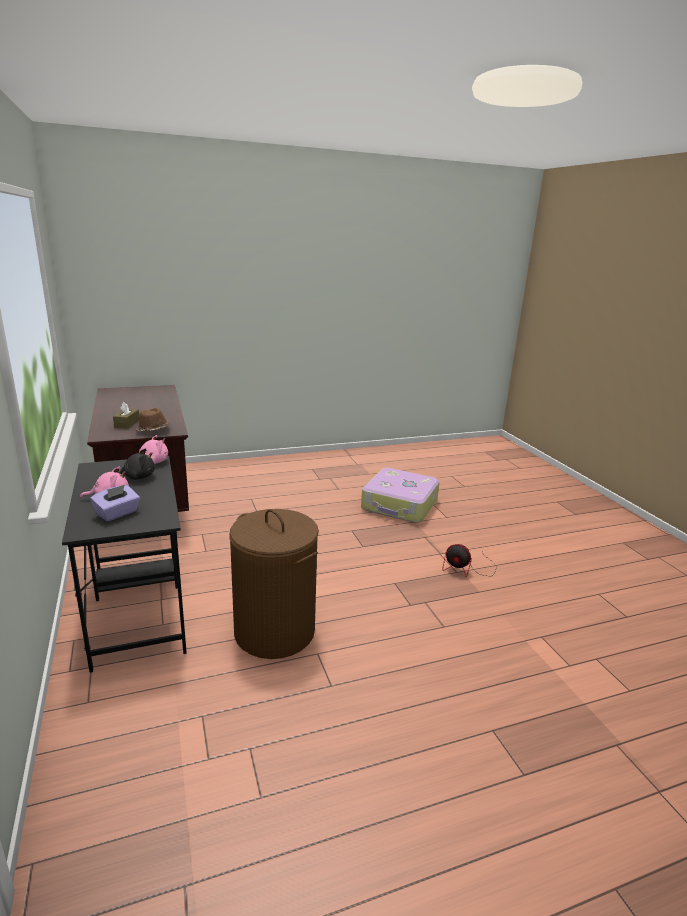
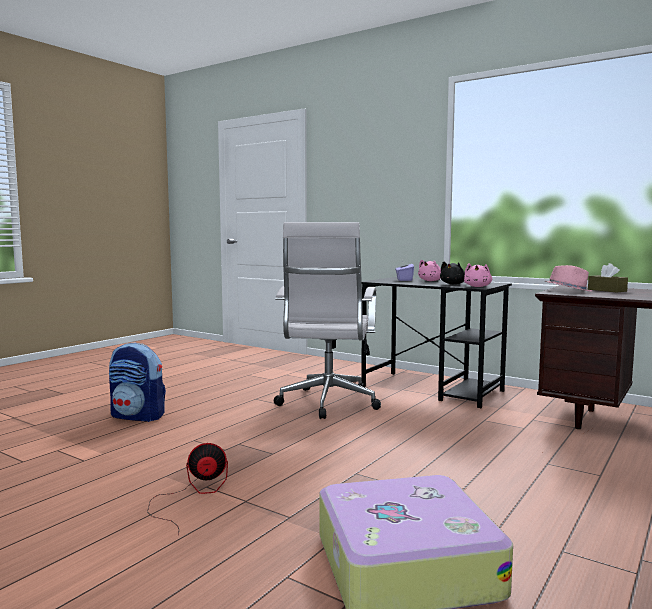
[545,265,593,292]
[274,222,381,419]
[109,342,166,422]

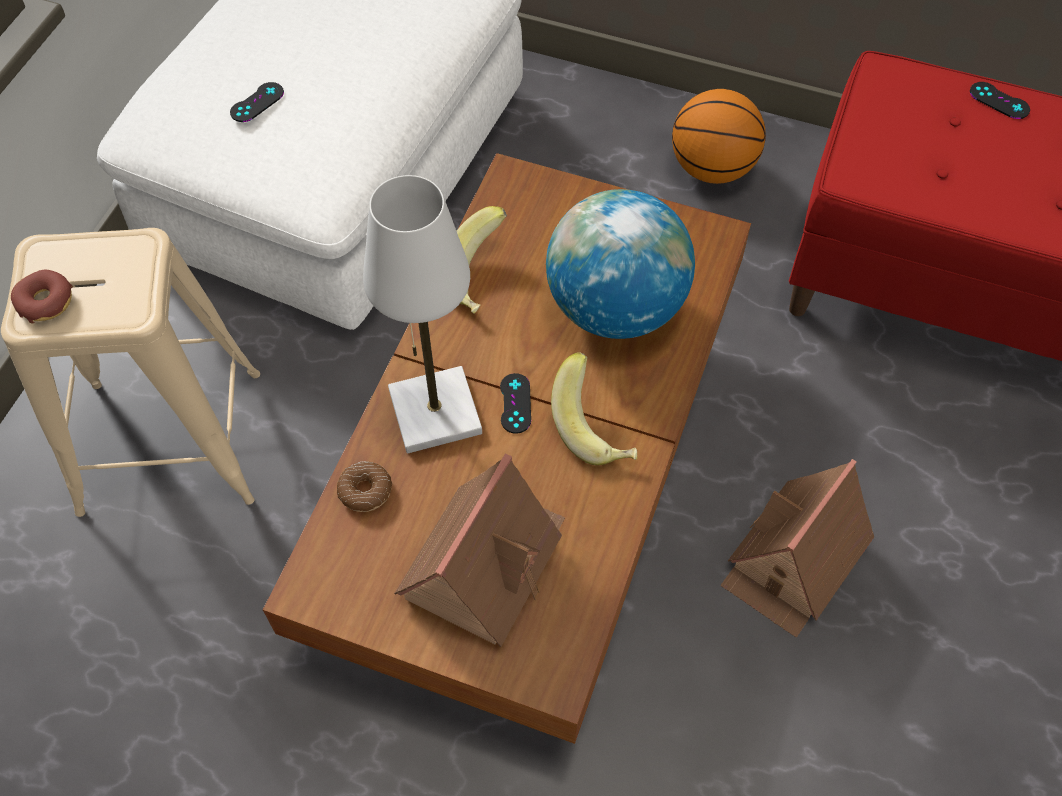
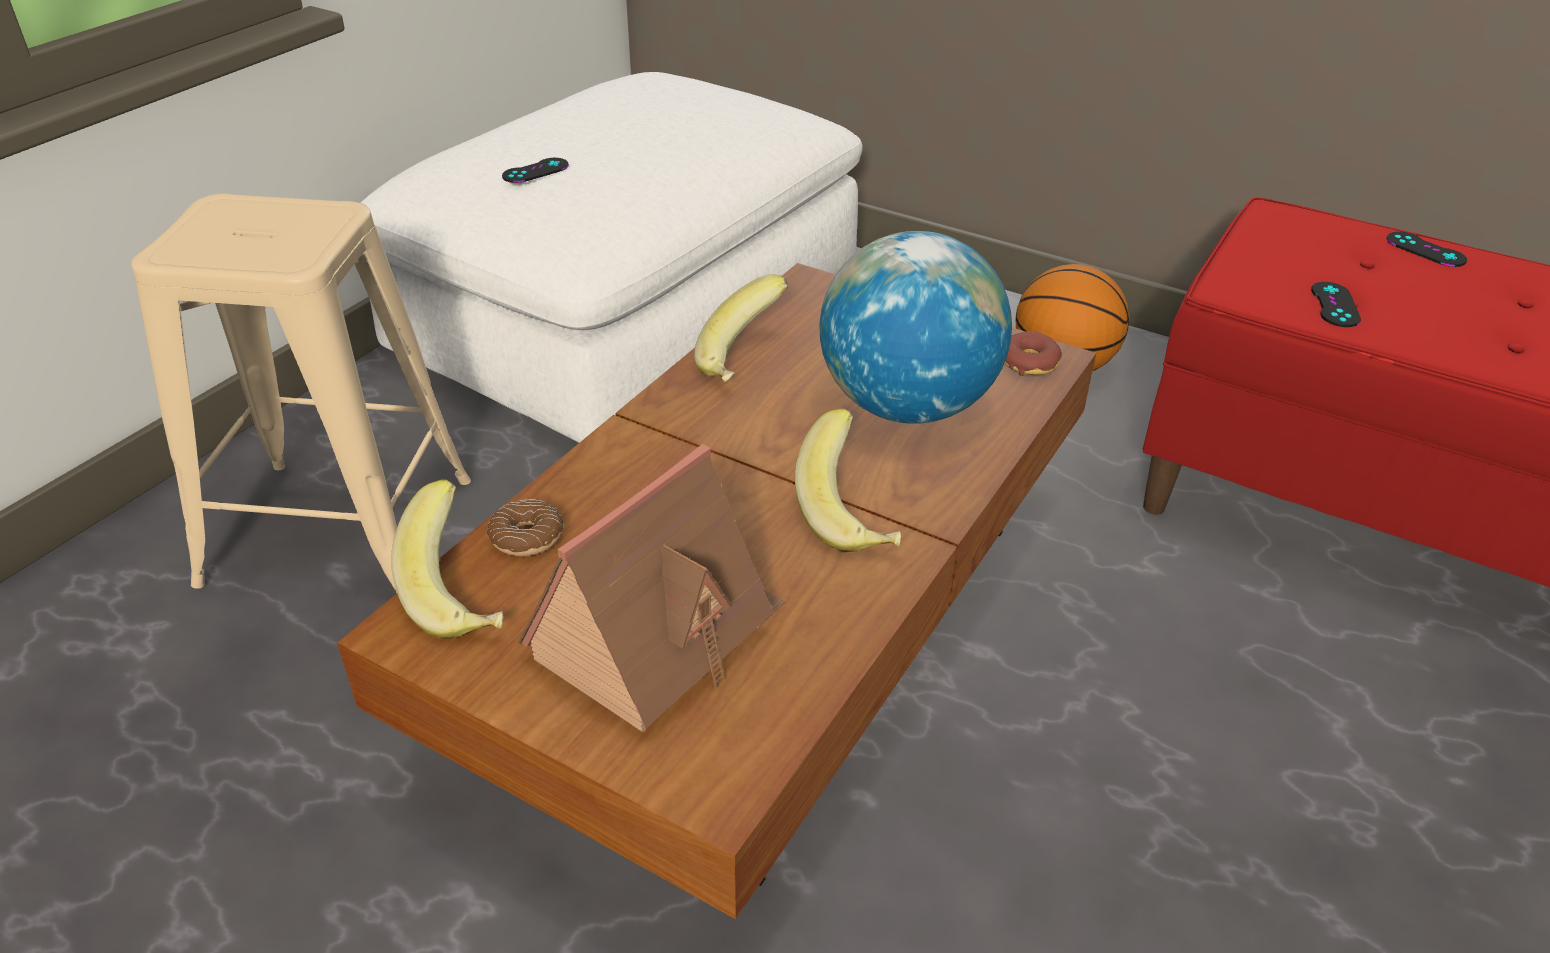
[1005,331,1062,376]
[363,175,482,453] (first image)
[1311,282,1361,327]
[720,459,874,638] (first image)
[391,479,503,639]

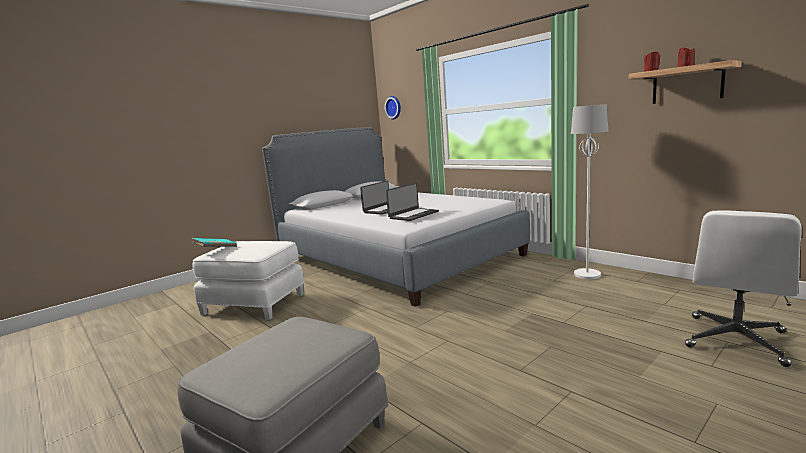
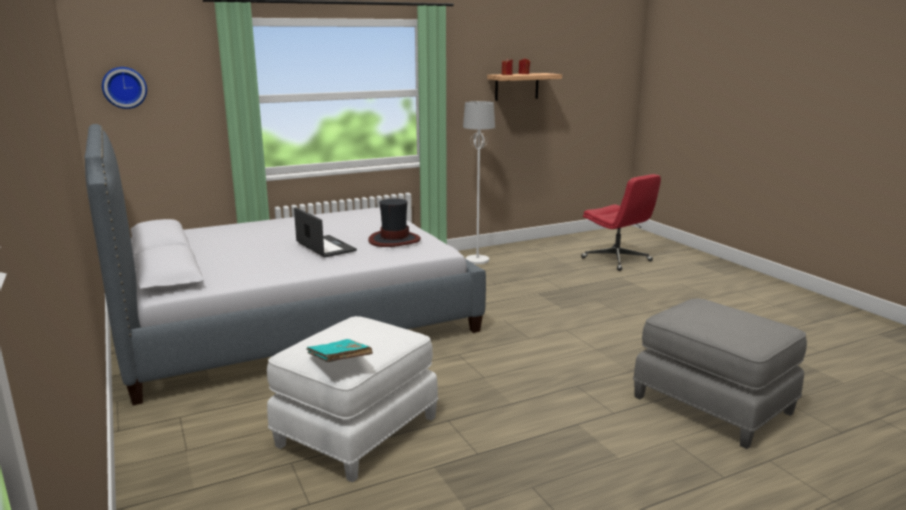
[368,199,421,247]
[581,174,661,271]

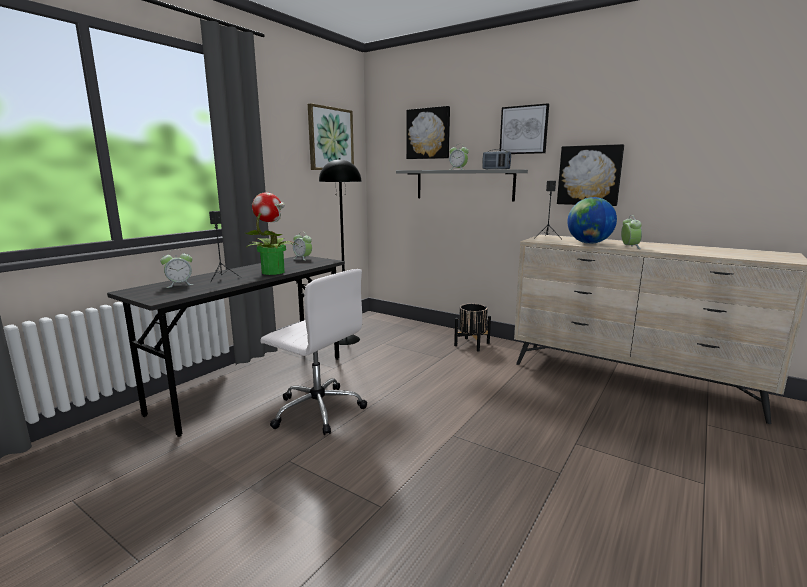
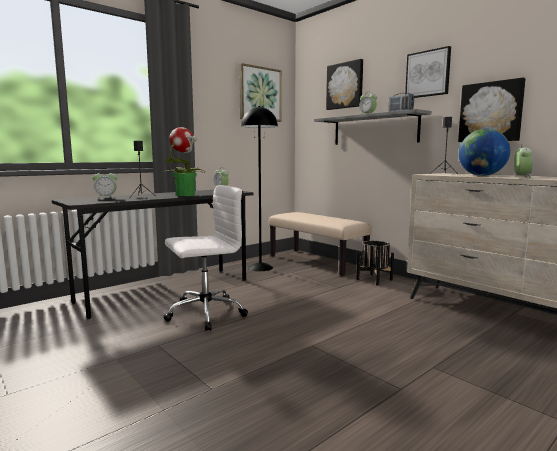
[163,185,248,331]
[269,212,372,276]

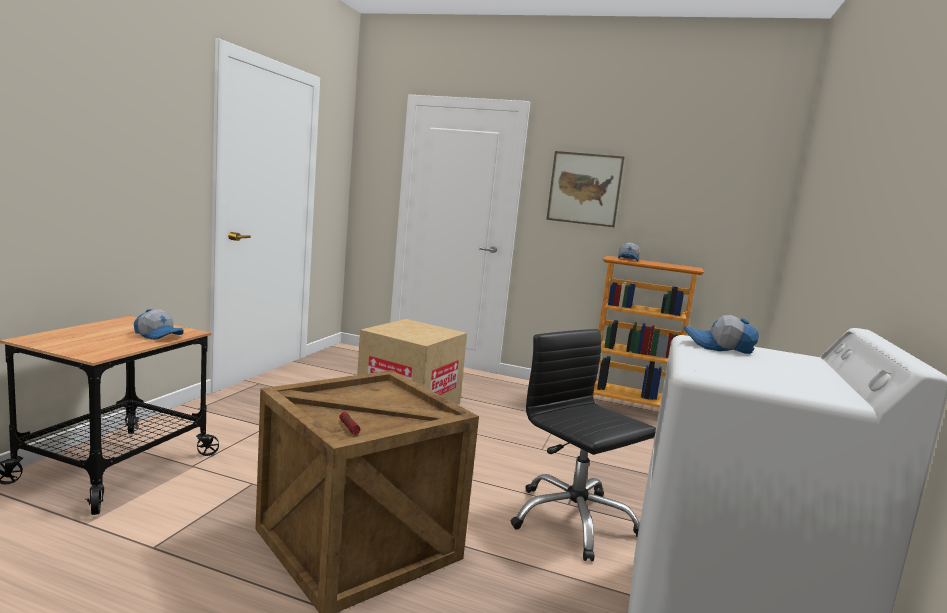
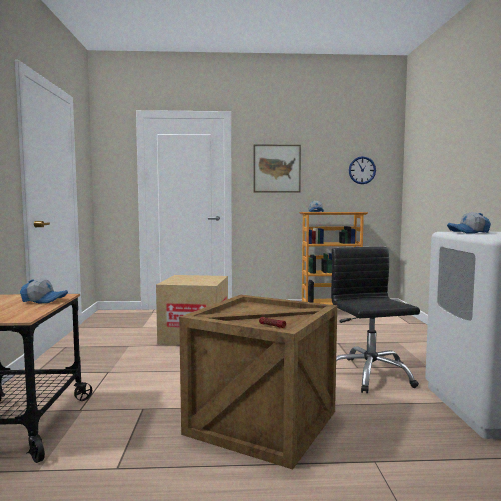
[331,247,420,394]
[349,156,376,184]

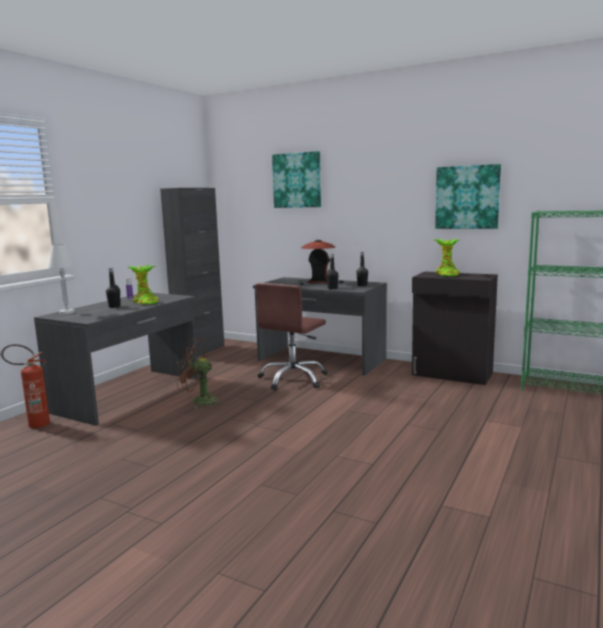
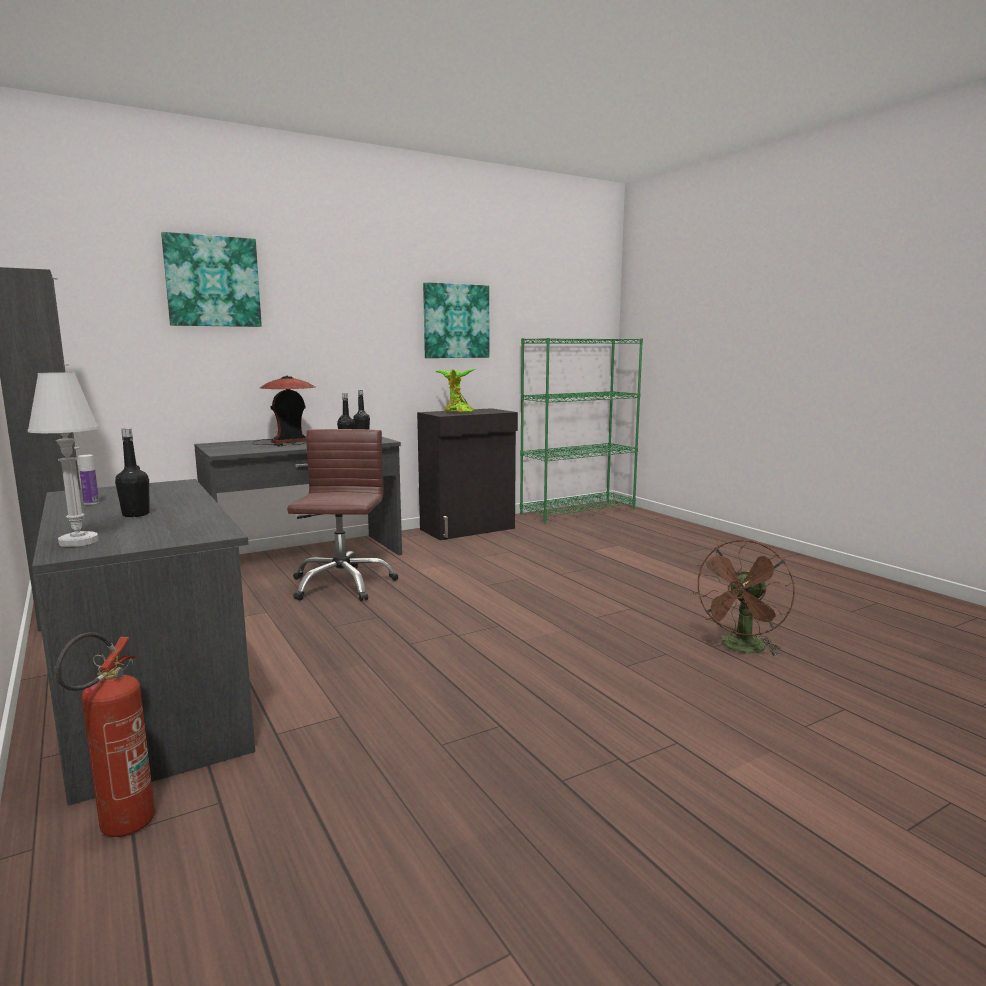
[128,265,158,304] (first image)
[693,540,795,657]
[287,429,398,601]

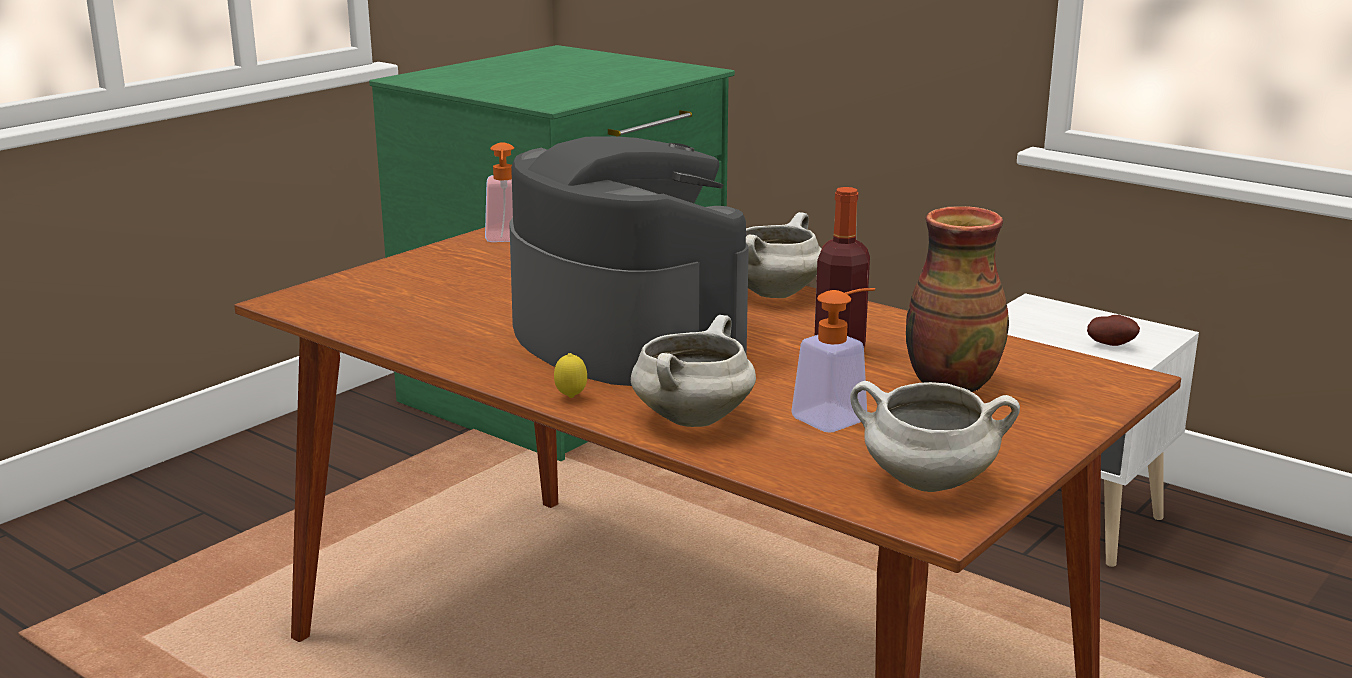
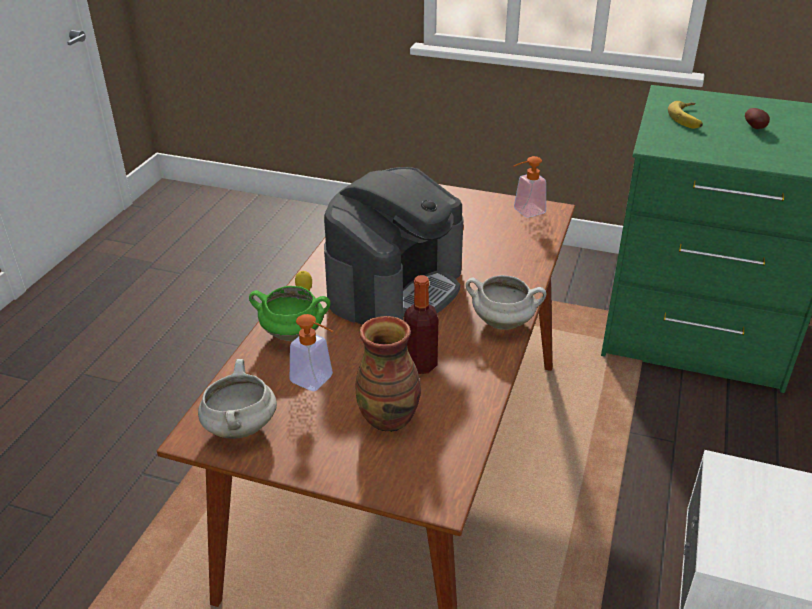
[249,286,330,341]
[745,108,770,129]
[668,101,703,129]

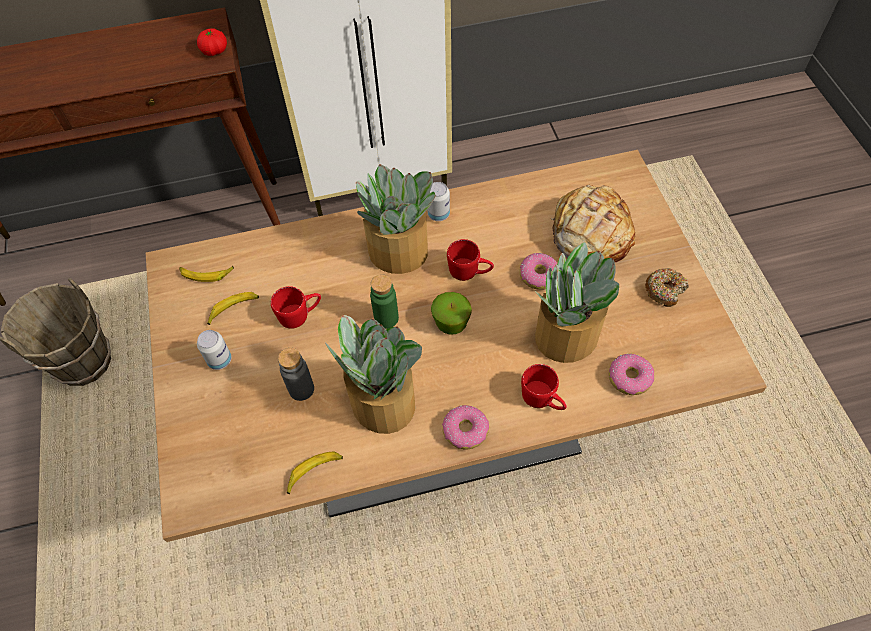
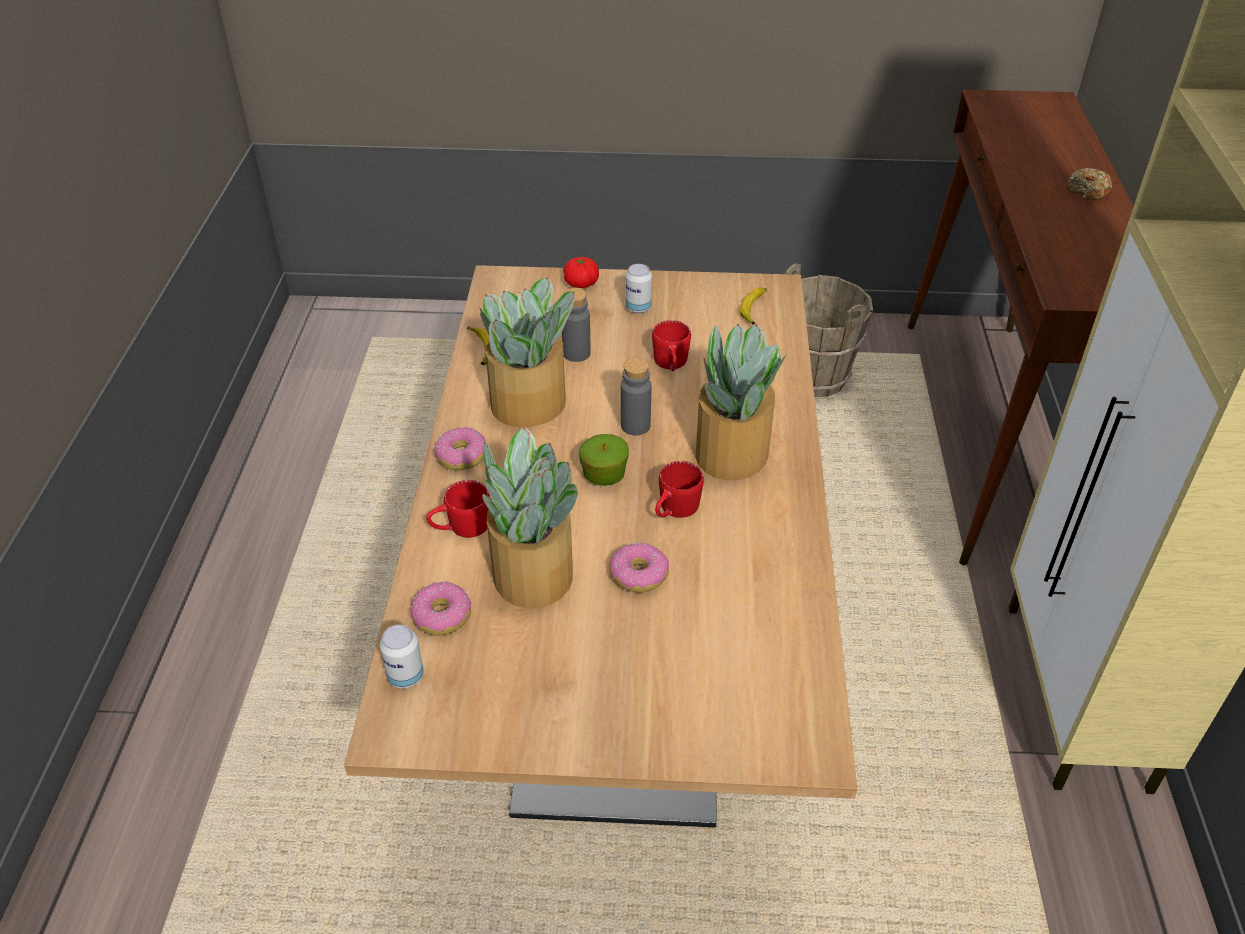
[564,257,599,288]
[207,292,259,325] (first image)
[621,358,651,435]
[380,625,424,689]
[551,185,635,262] (first image)
[1067,168,1113,200]

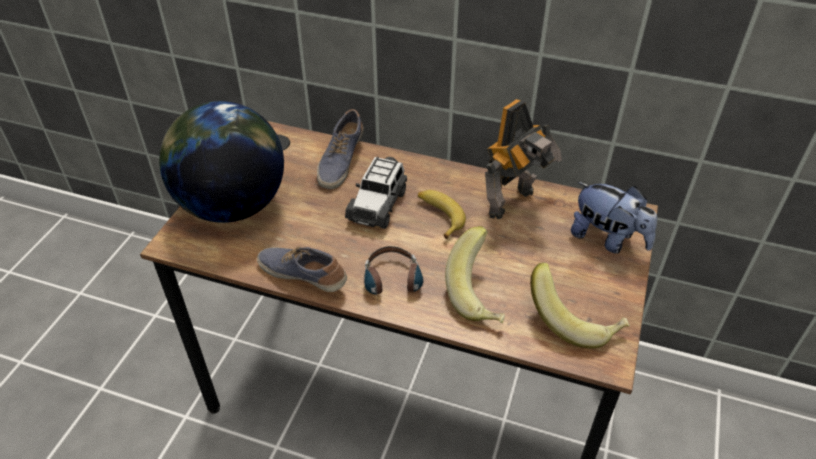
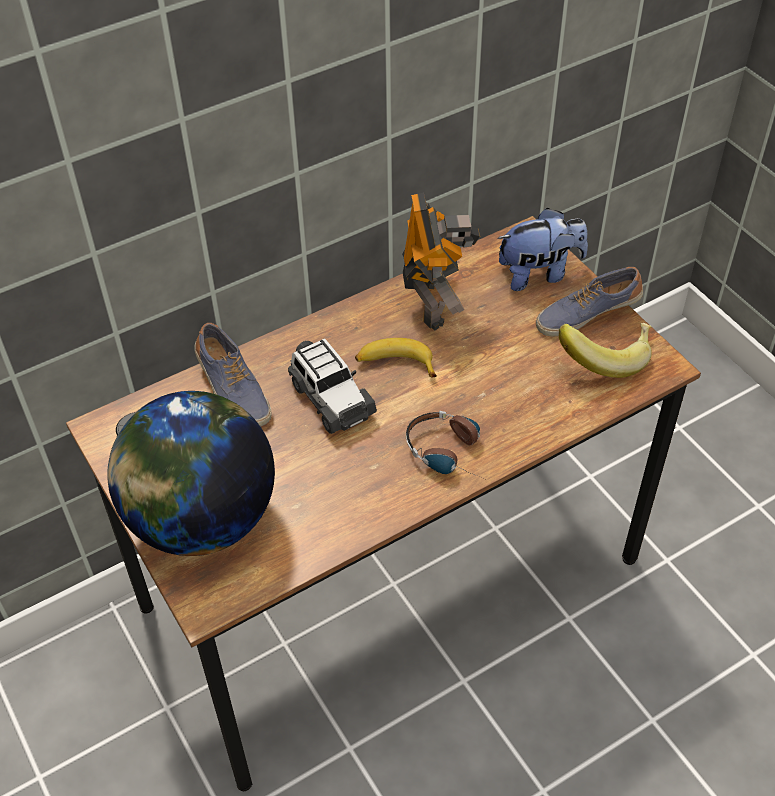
[536,267,643,337]
[445,226,505,323] (first image)

